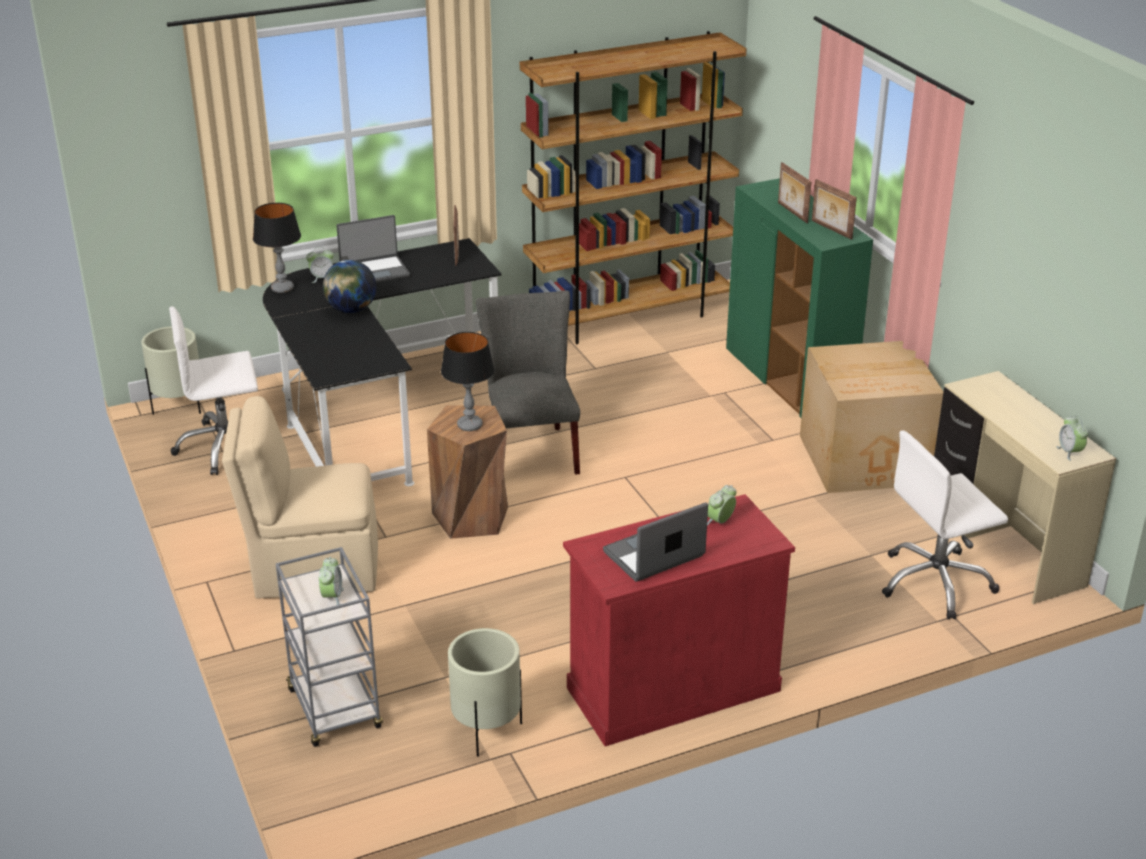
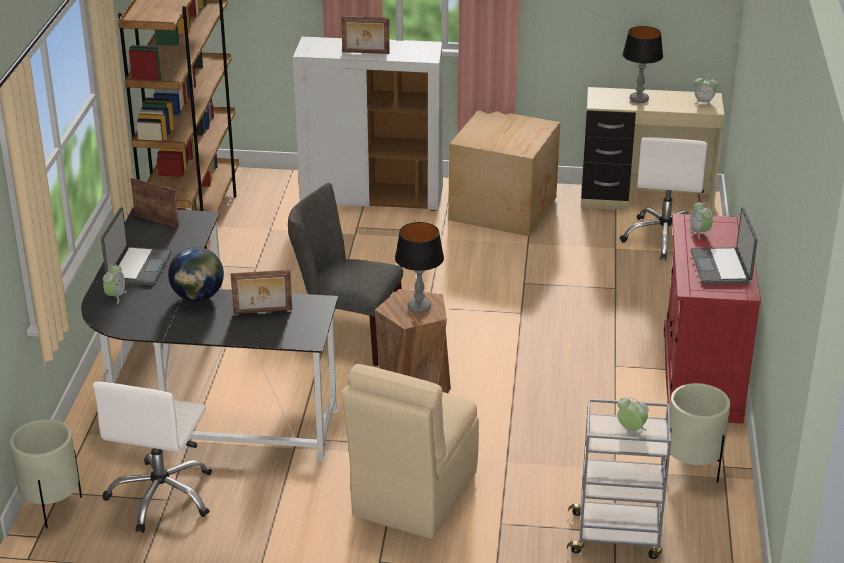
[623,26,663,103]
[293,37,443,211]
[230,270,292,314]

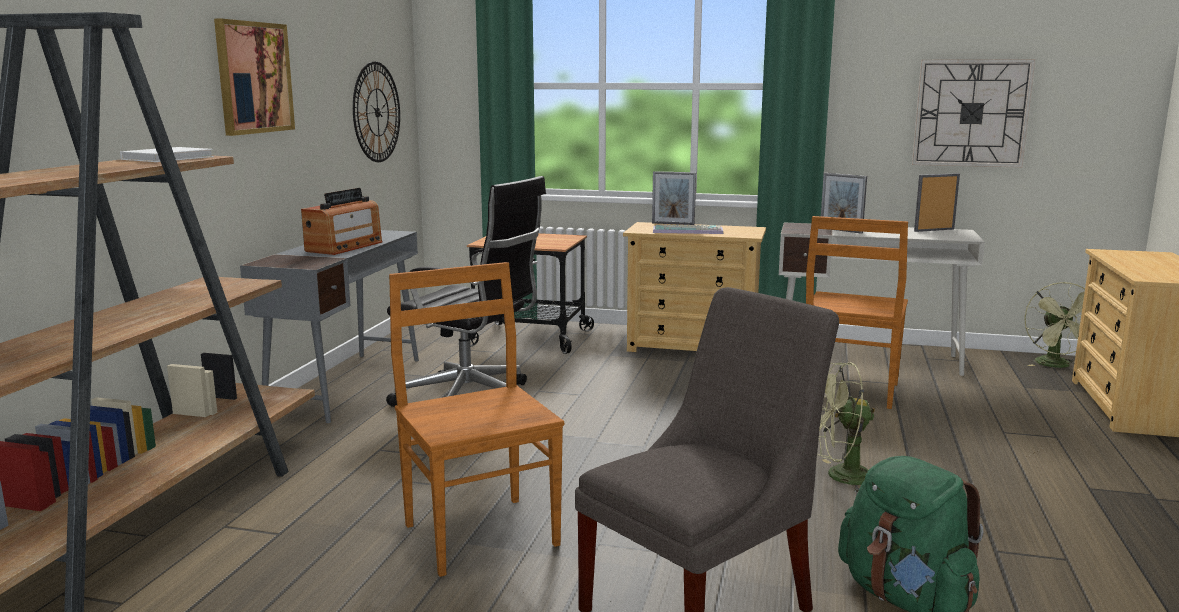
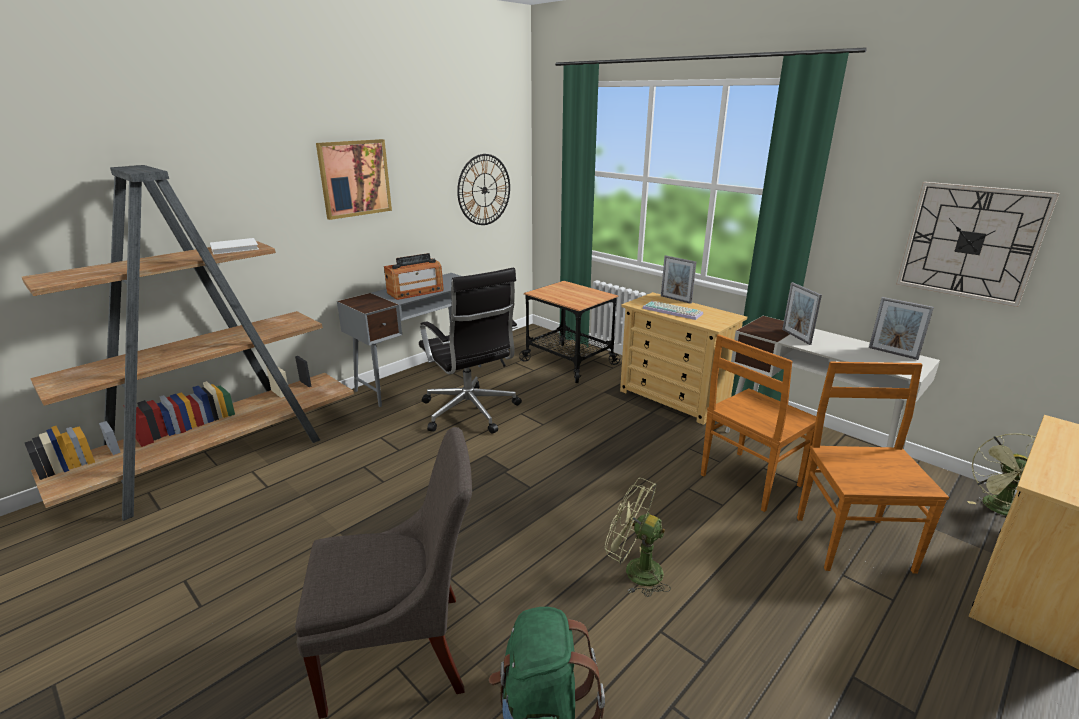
[797,362,949,574]
[869,297,934,360]

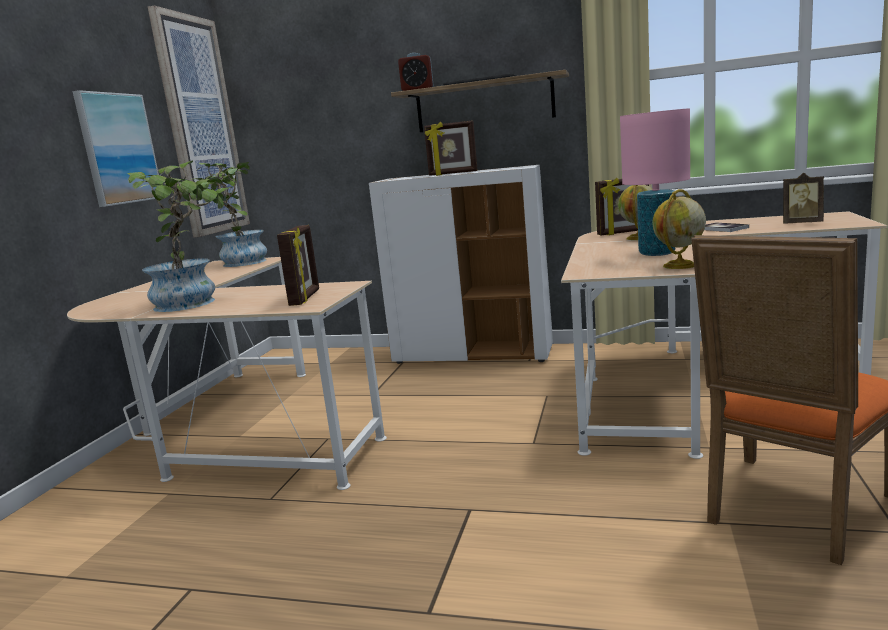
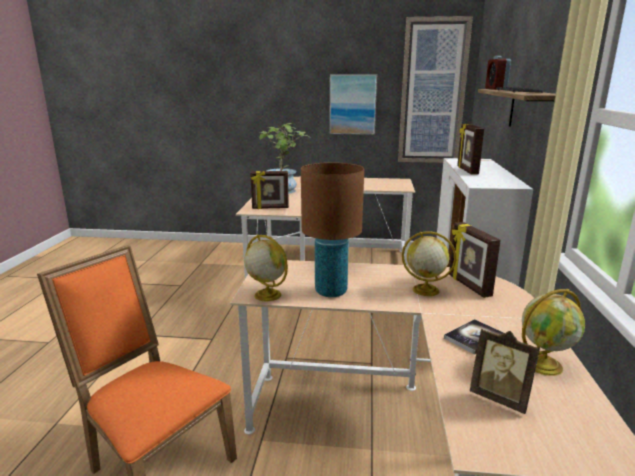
[190,162,267,267] (first image)
[301,162,364,297]
[469,328,540,414]
[522,289,585,376]

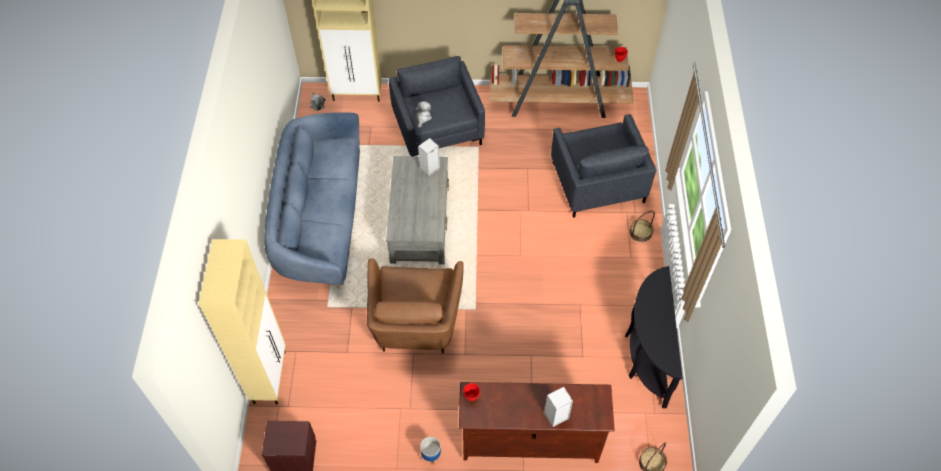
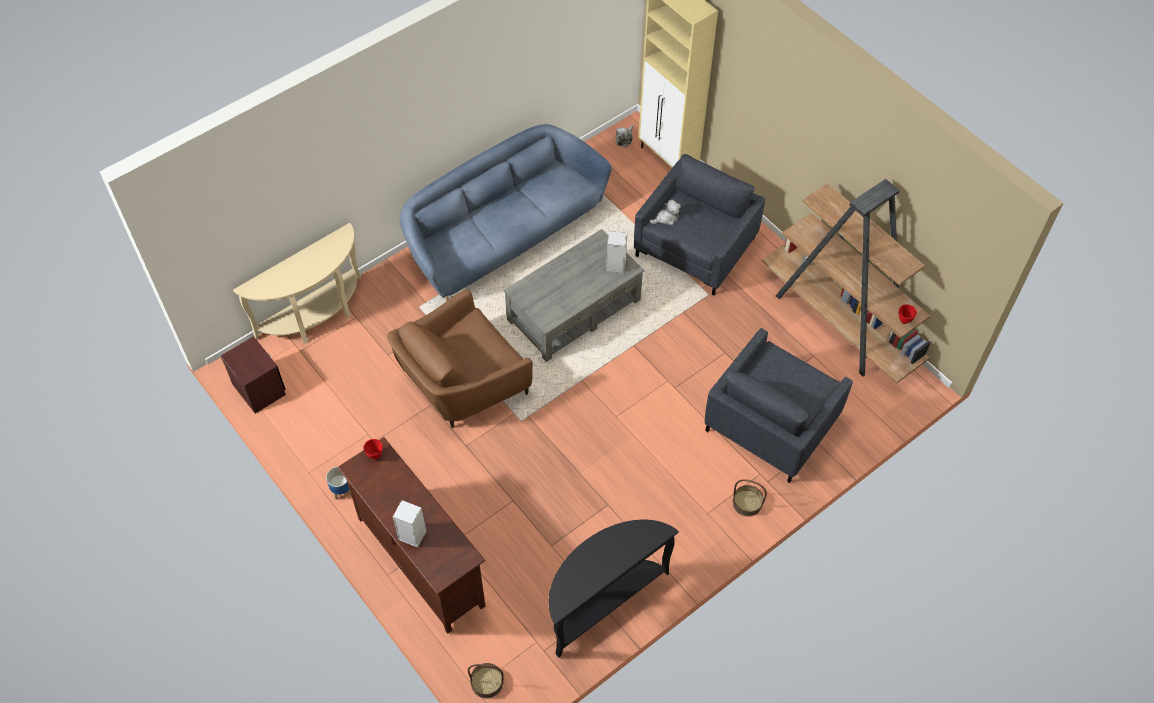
[233,223,362,344]

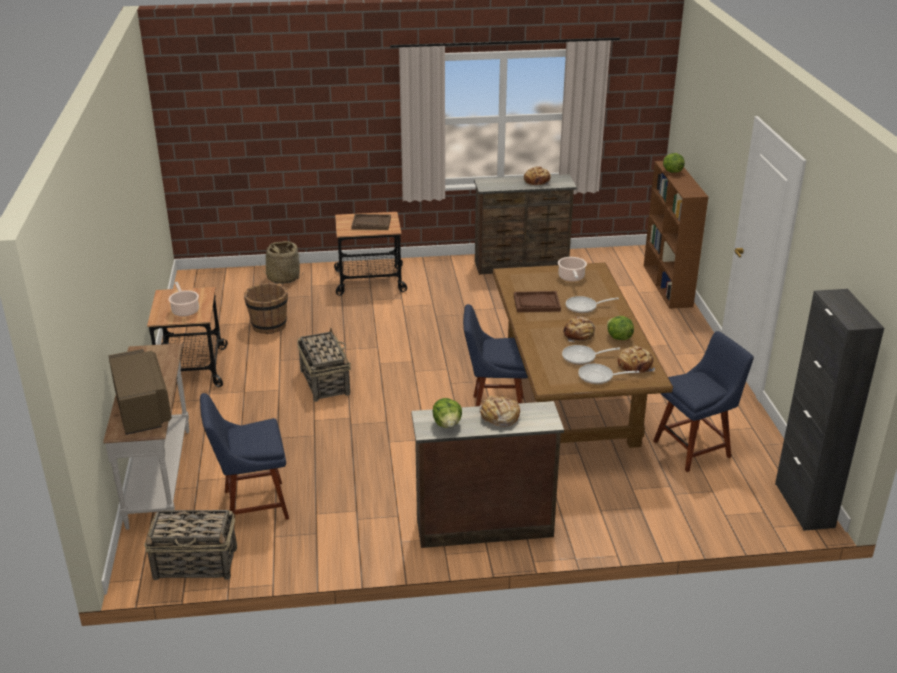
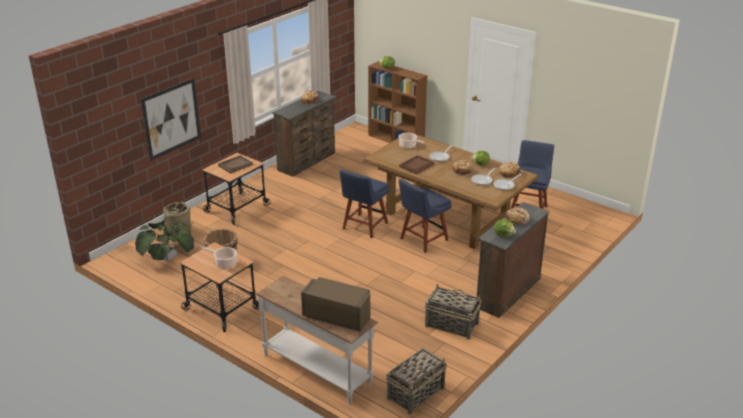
[339,170,390,238]
[425,284,482,340]
[775,289,884,531] (first image)
[135,215,194,261]
[141,78,201,161]

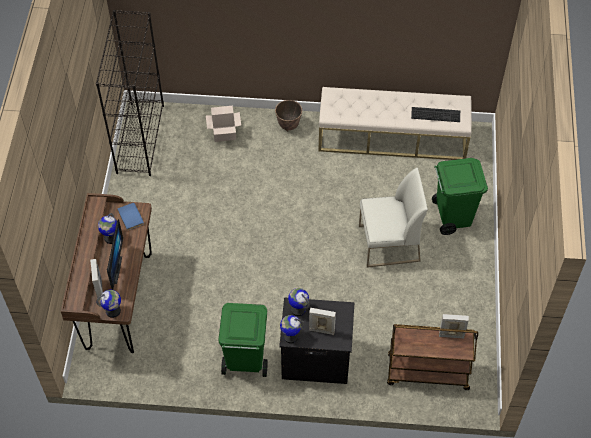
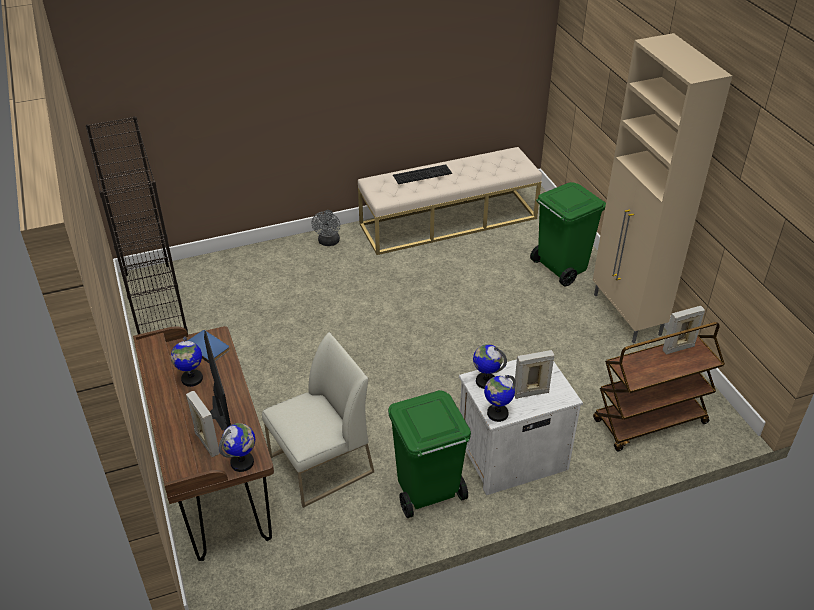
[206,106,241,142] (first image)
[312,210,340,246]
[459,359,583,495]
[262,332,374,508]
[393,165,452,184]
[593,33,732,343]

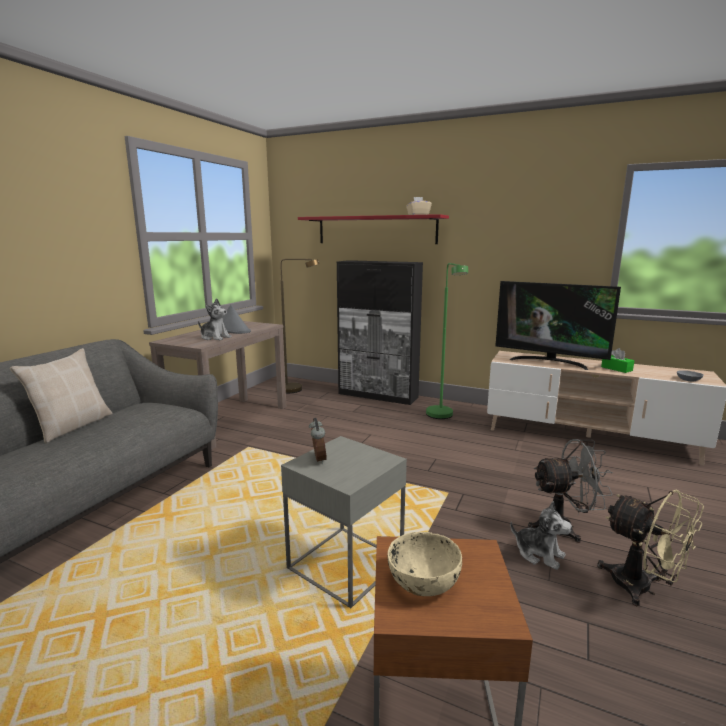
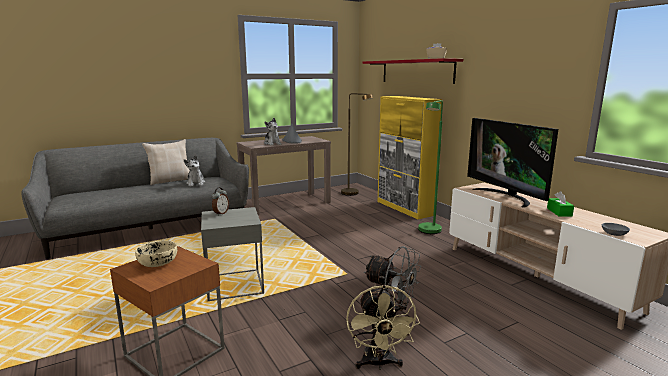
[378,96,442,219]
[184,155,206,187]

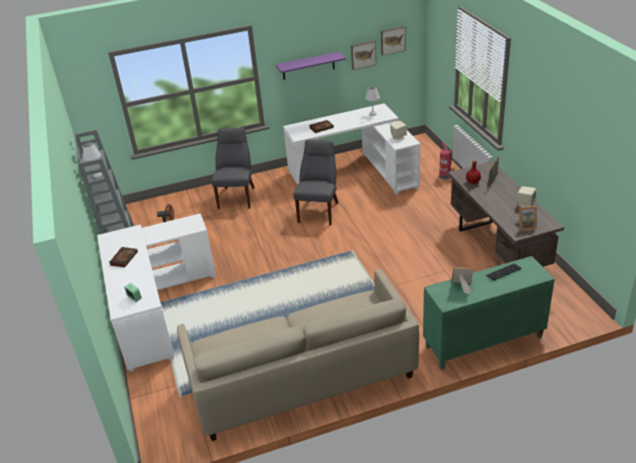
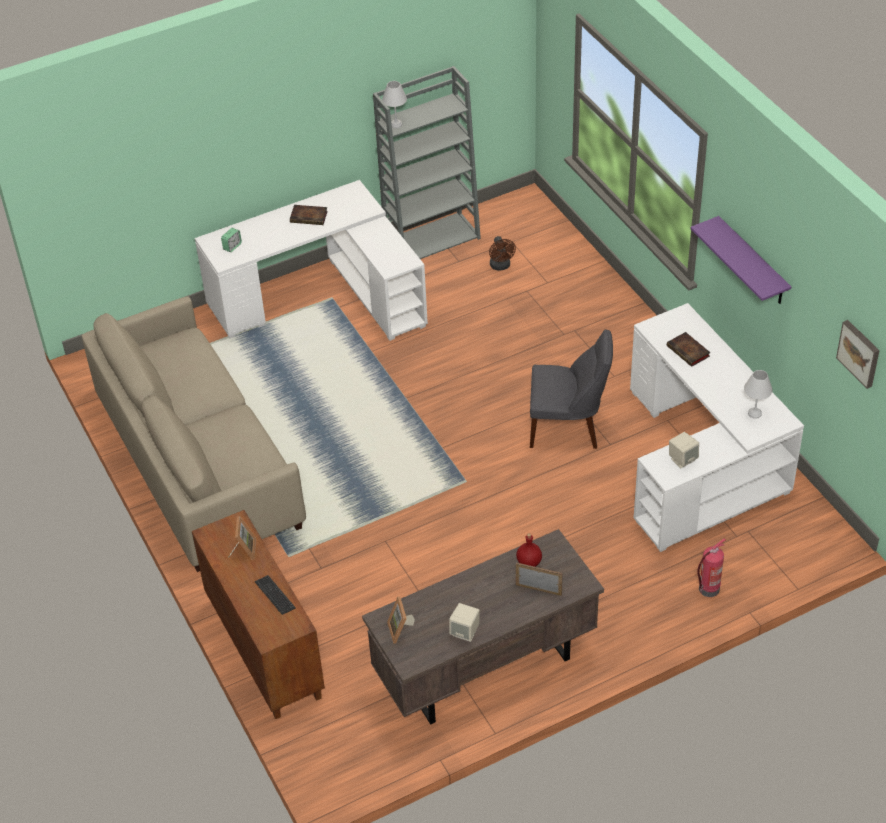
[211,128,255,209] (first image)
[351,40,376,70] (first image)
[192,510,325,719]

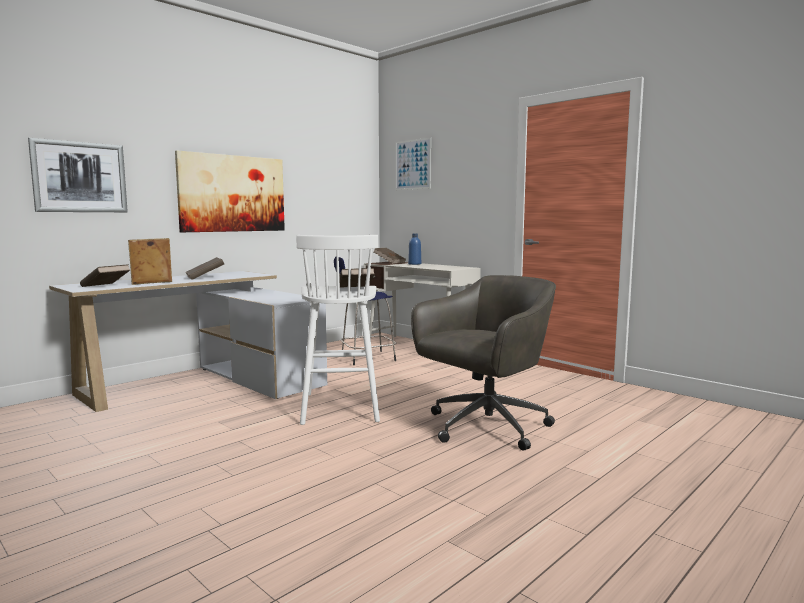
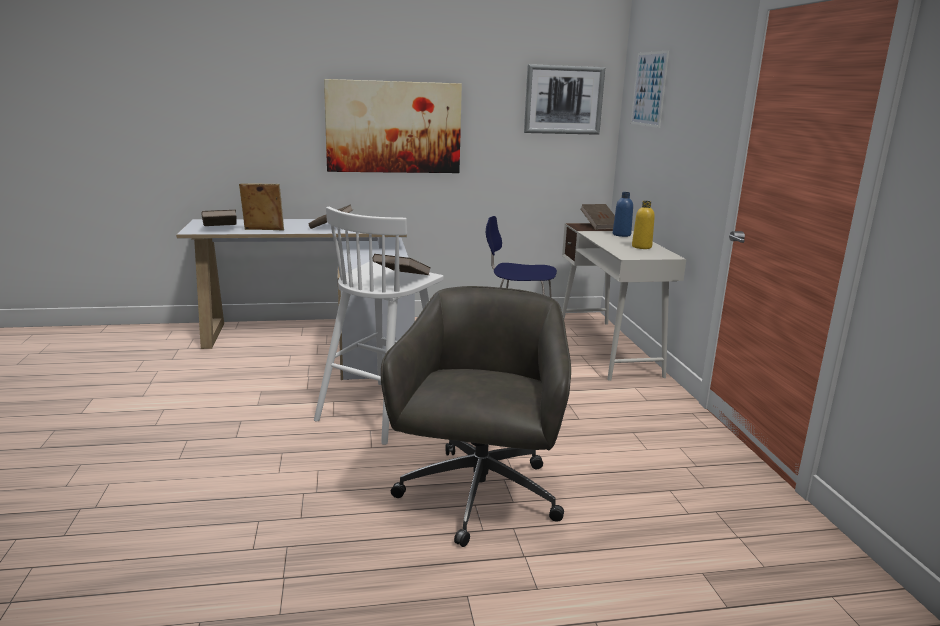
[524,64,605,135]
[381,286,571,547]
[632,201,655,249]

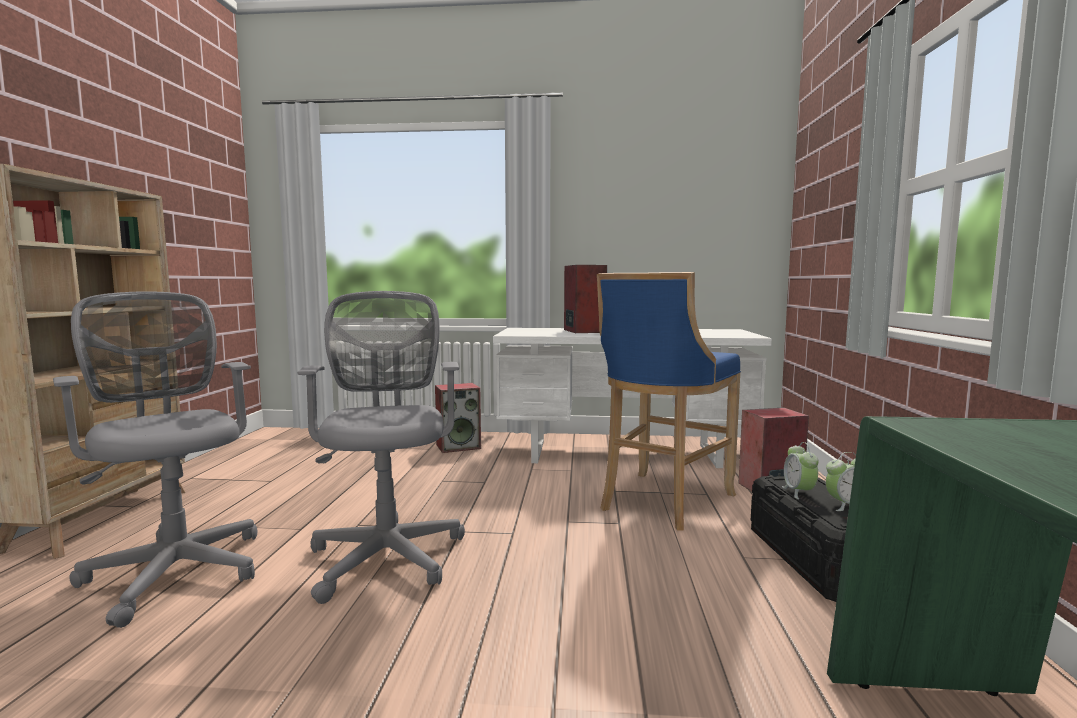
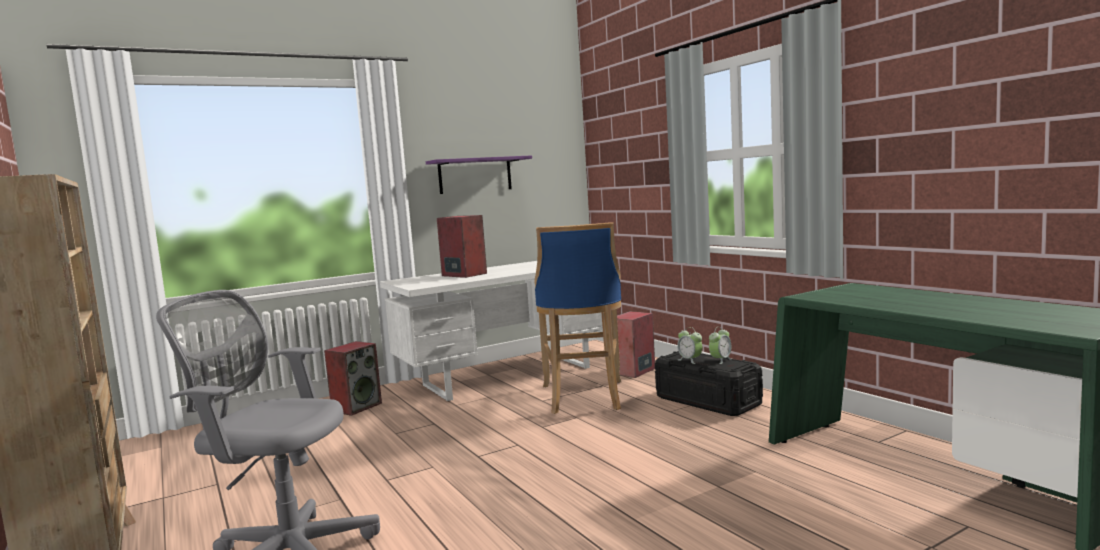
[297,291,465,604] (first image)
[426,155,532,194]

